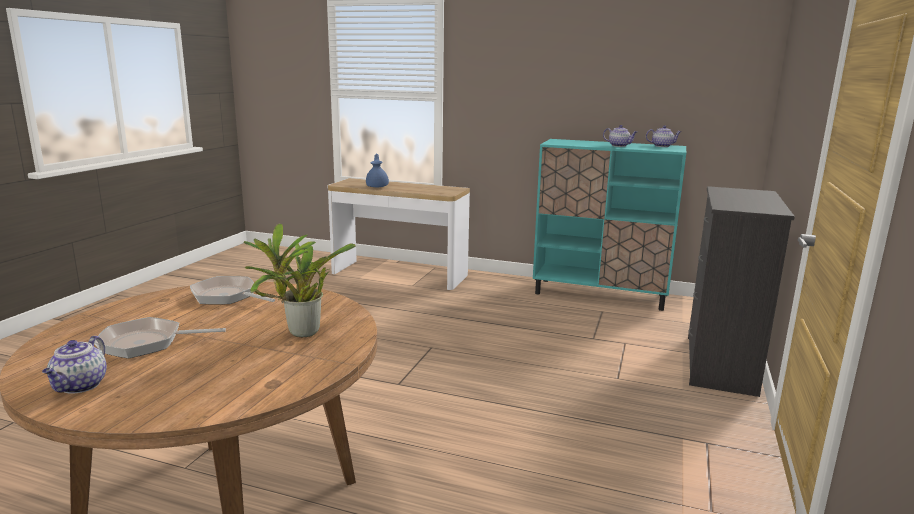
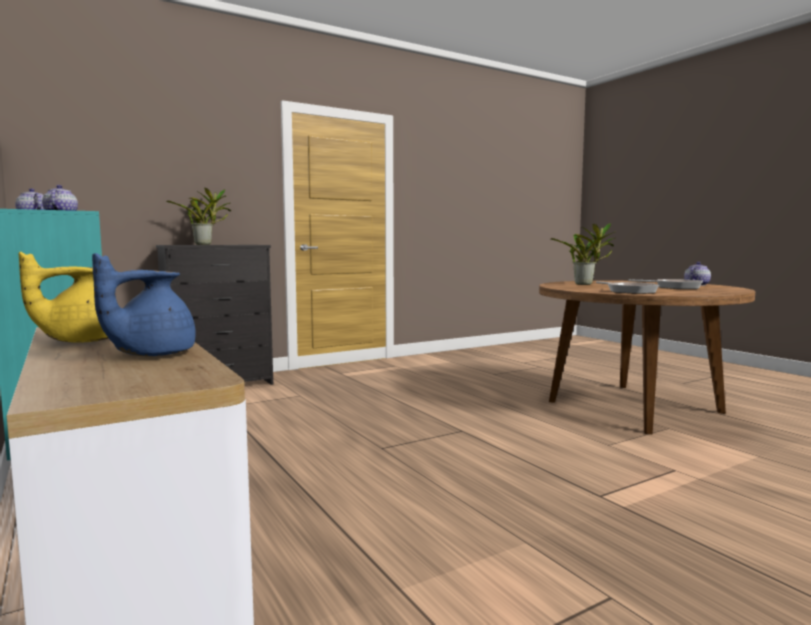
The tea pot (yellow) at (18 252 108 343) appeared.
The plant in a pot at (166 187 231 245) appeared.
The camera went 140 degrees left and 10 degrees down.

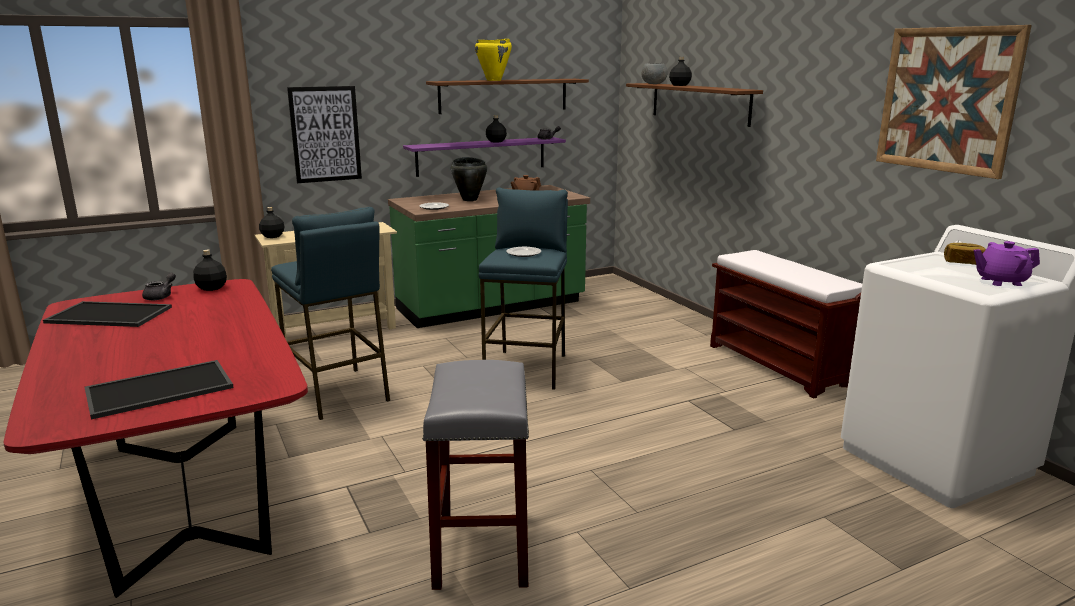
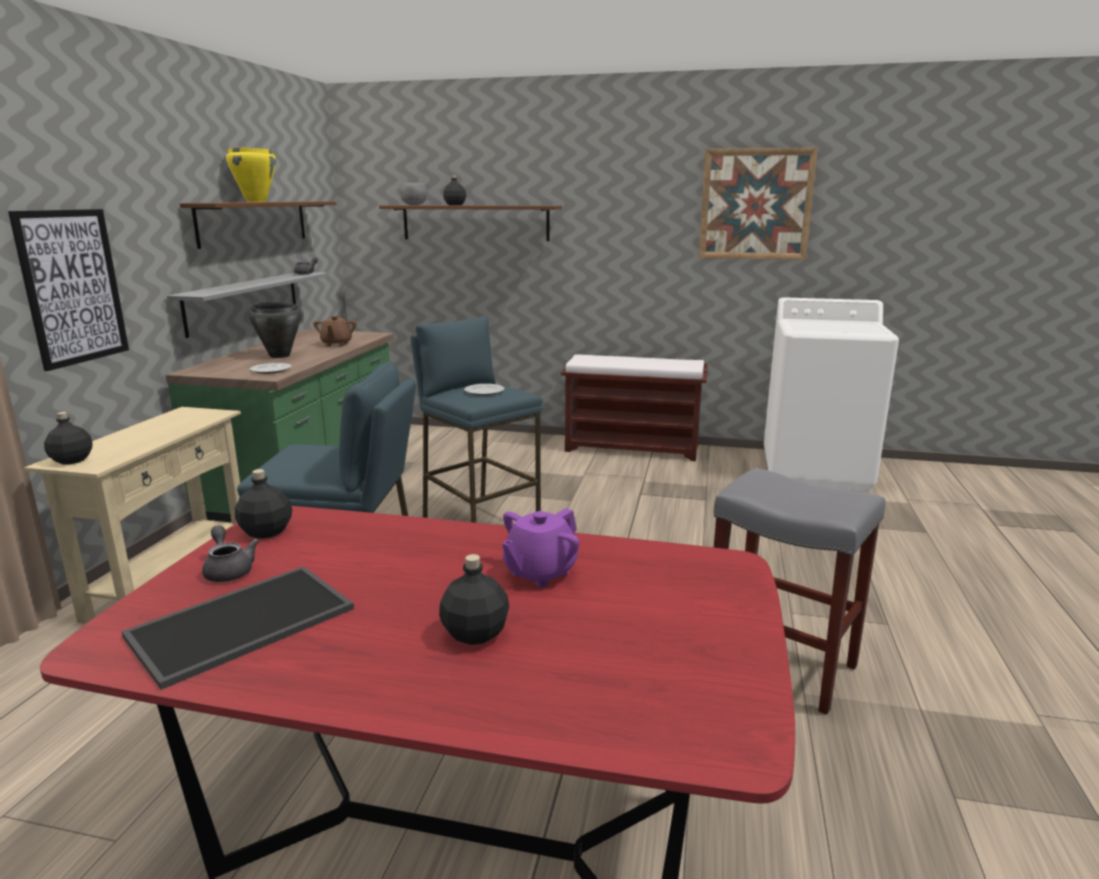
The serving tray at (84 360 234 420) disappeared.
The baked bread at (944 243 986 265) disappeared.
The beverage bottle (blackish) moved from (486 115 507 142) to (439 554 509 645).
The tea pot (purple) moved from (974 241 1040 286) to (502 508 580 587).
The shelf (purple) at (403 137 566 177) became the shelf (greyish) at (167 272 328 338).
The camera went 50 degrees left and 0 degrees up.

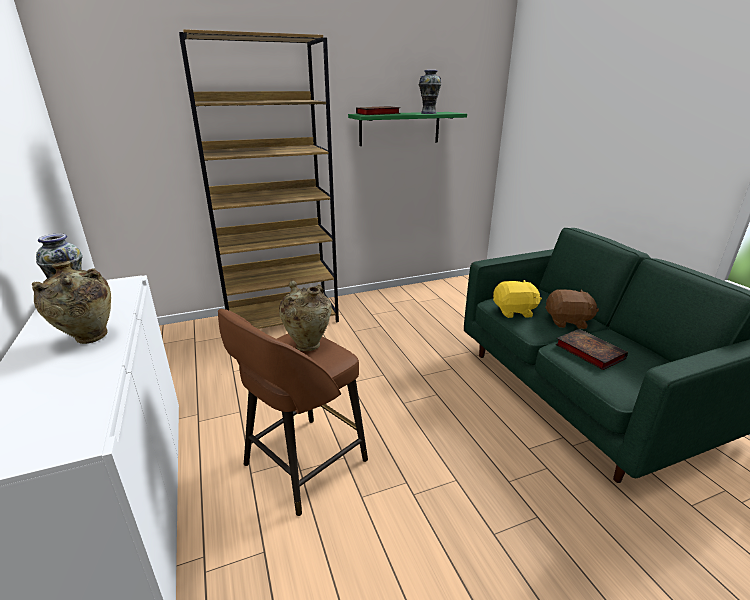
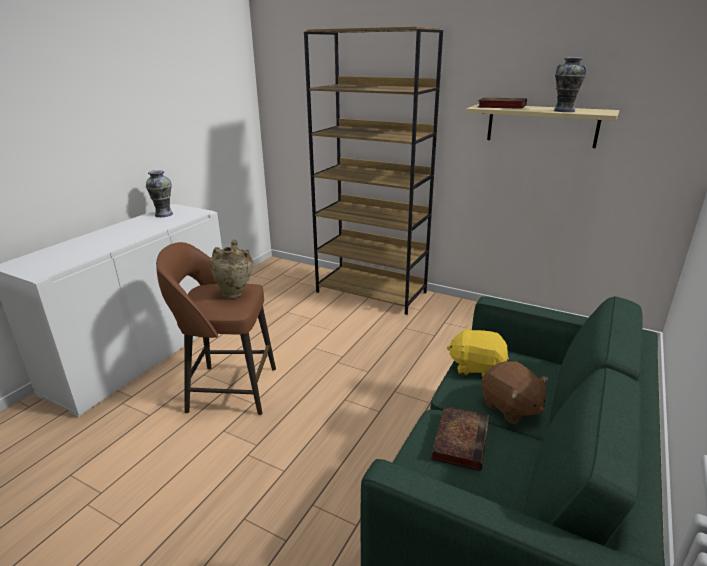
The vase (sand-coloured) at (32 261 111 344) disappeared.
The shelf (green-coloured) at (348 112 467 146) became the shelf (sand-coloured) at (466 104 619 148).
The soft toy (yellow) at (493 280 542 318) turned 150 degrees clockwise.
The camera went 50 degrees right and 0 degrees up.

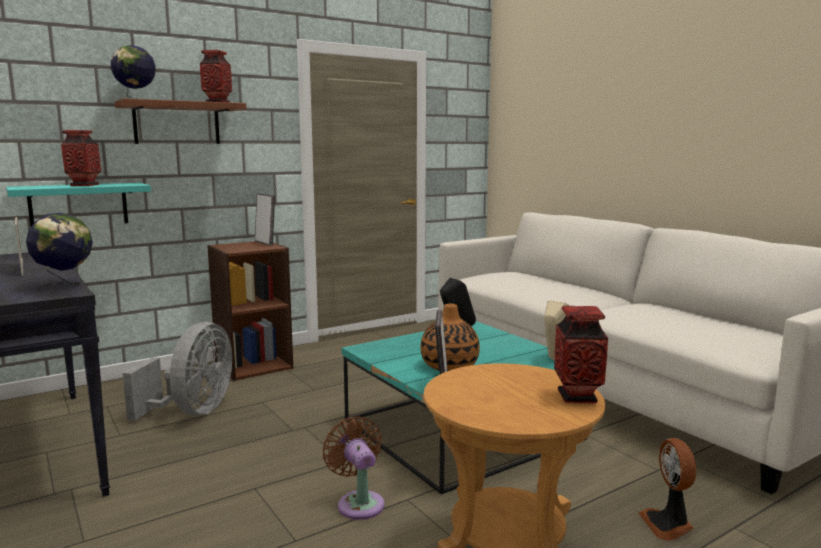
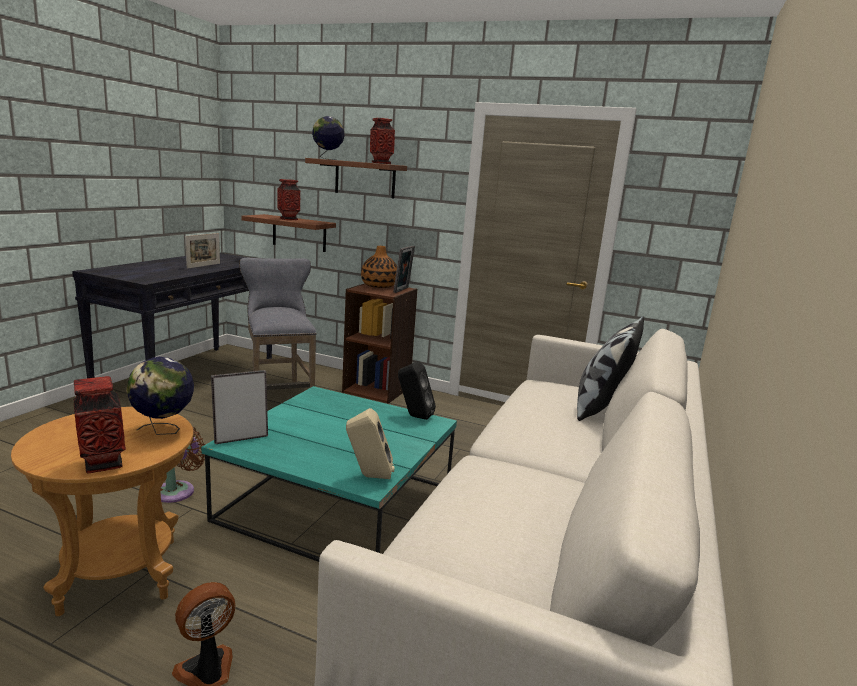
The throw pillow at (577 316 644 421) appeared.
The desk globe moved from (26 213 93 291) to (126 357 194 435).
The vase moved from (421 304 480 371) to (361 246 397 288).
The cooling fan (greyish) at (123 322 232 421) was replaced by the sitting stool (greyish) at (239 258 317 390).
The shelf (blue-green) at (6 183 151 227) became the shelf (brown) at (241 214 336 252).
The camera went 55 degrees right and 5 degrees up.

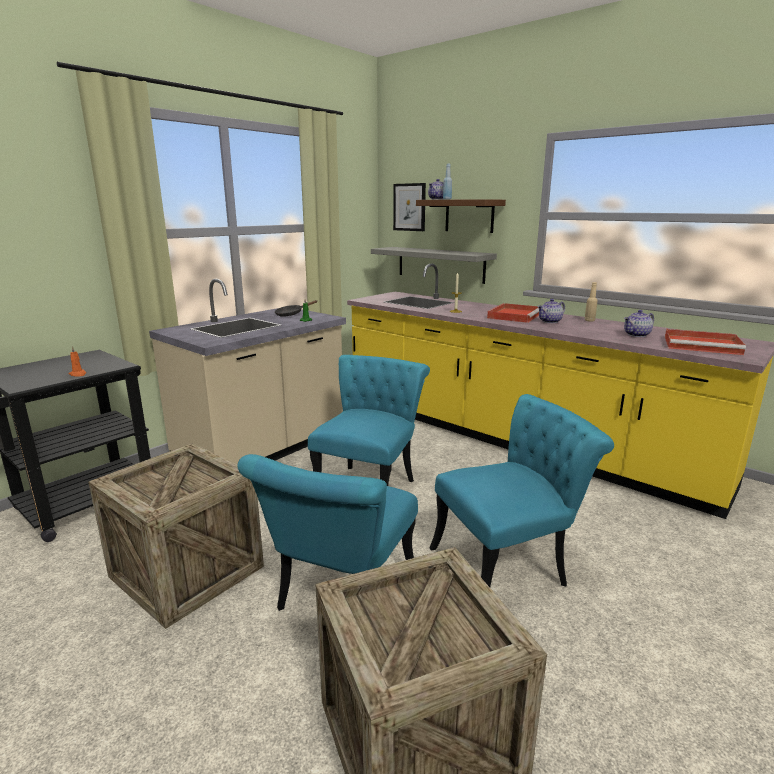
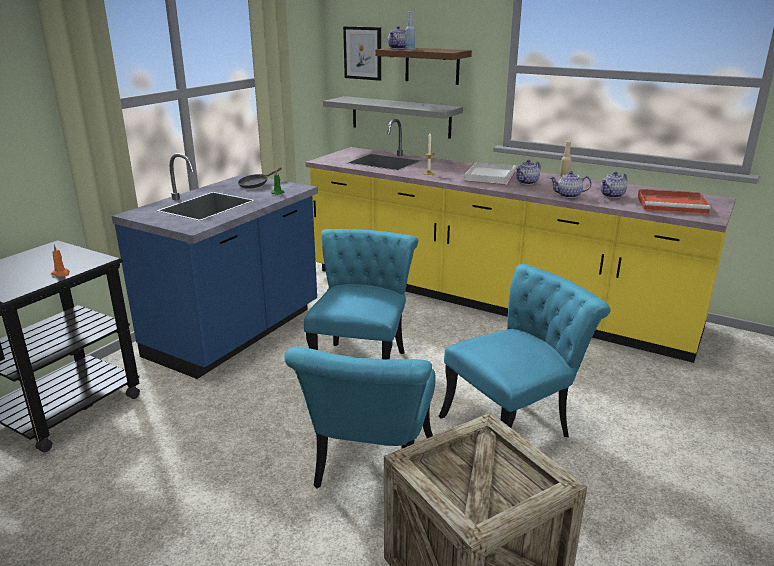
The crate at (88 443 264 629) disappeared.
The tea pot at (550 171 591 198) appeared.
The counter (sand-coloured) at (149 279 346 465) became the counter (blue-coloured) at (112 153 318 379).
The serving tray (red) at (487 303 539 323) became the serving tray (whitish) at (464 162 517 185).
The camera went 10 degrees left and 5 degrees up.

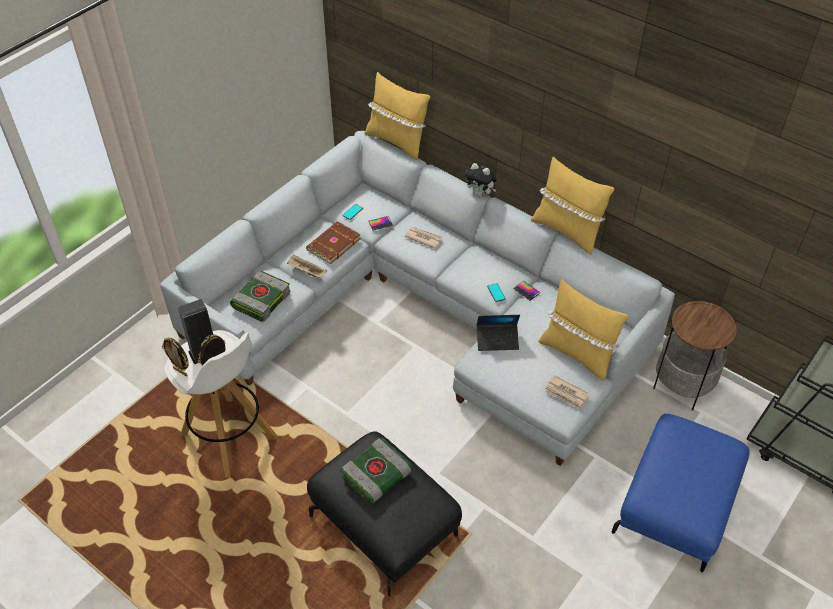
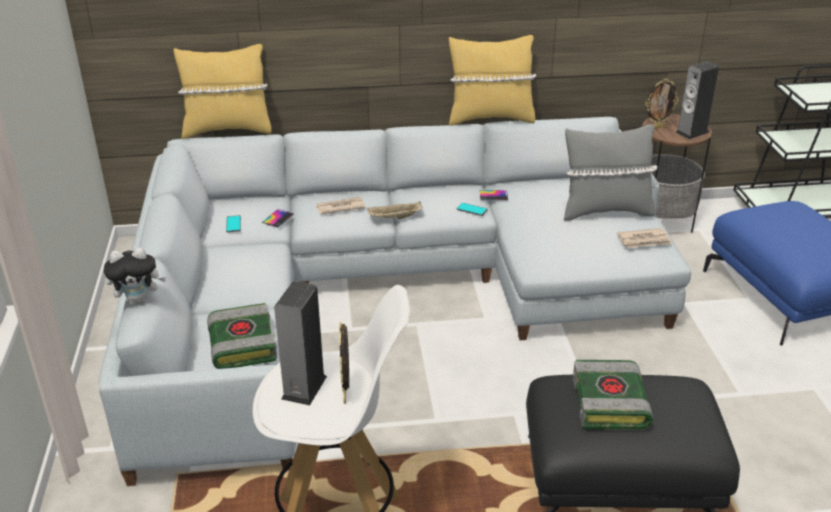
The bound book (brown) at (306 221 361 264) disappeared.
The laptop at (477 315 520 351) disappeared.
The audio speaker at (675 61 719 139) appeared.
The standing frame moved from (162 338 189 377) to (645 78 679 128).
The serving tray (sand-coloured) moved from (287 254 327 277) to (367 201 423 219).
The soft toy moved from (465 163 497 197) to (104 248 166 305).
The throw pillow (yellow) at (538 279 628 380) became the throw pillow (greyish) at (564 124 657 221).
The camera went 45 degrees left and 15 degrees down.

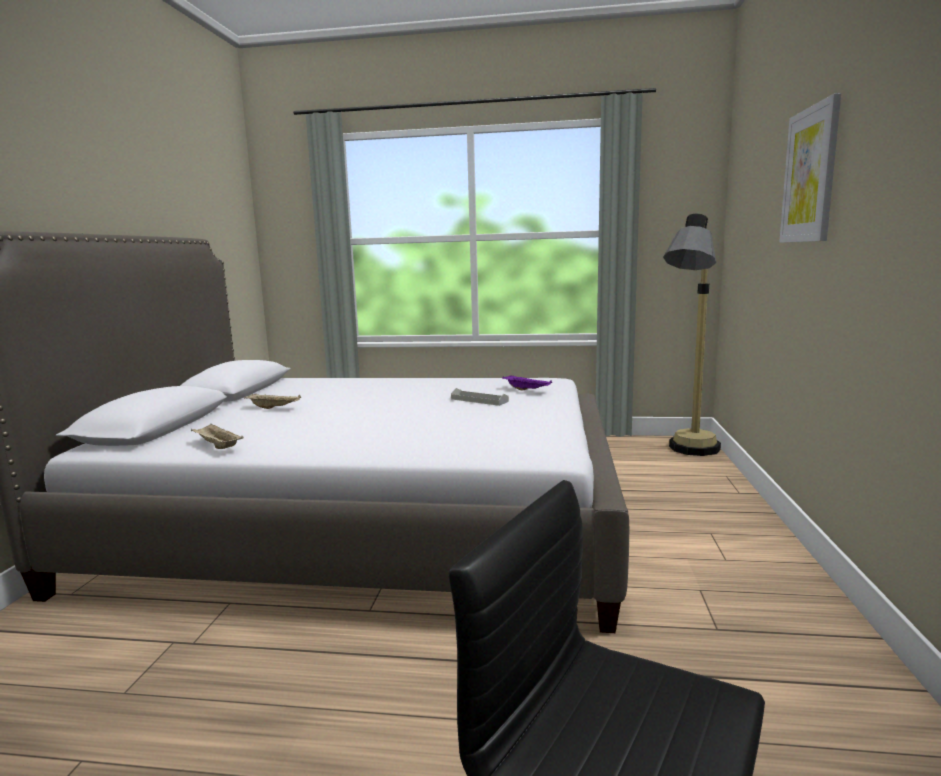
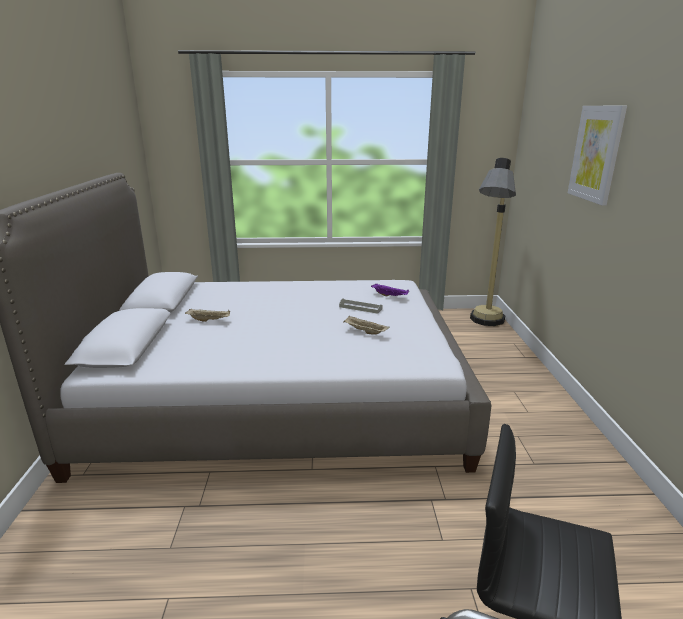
The serving tray (sand-coloured) moved from (191 424 244 449) to (343 315 390 334).
The camera went 10 degrees left and 10 degrees up.

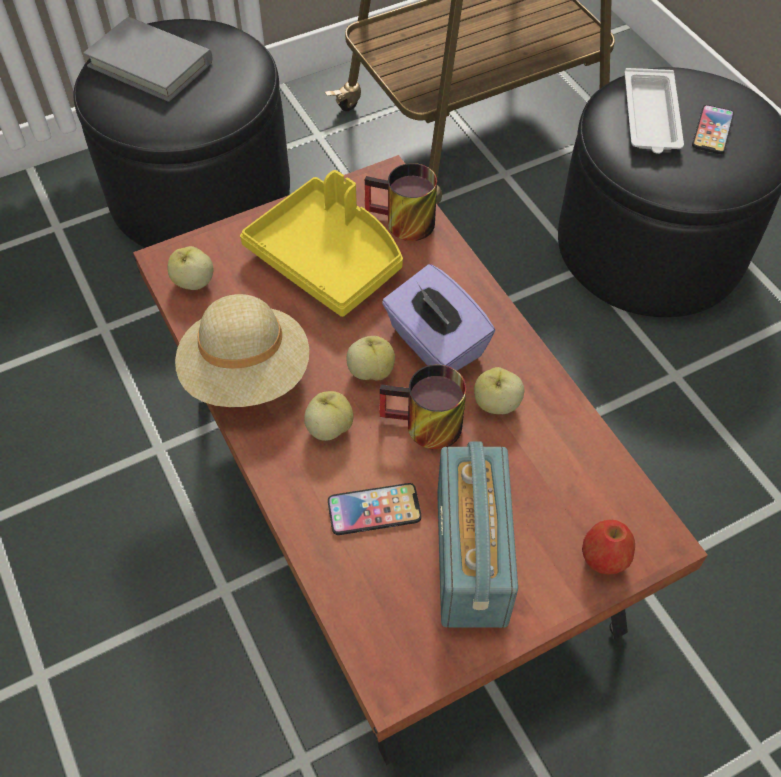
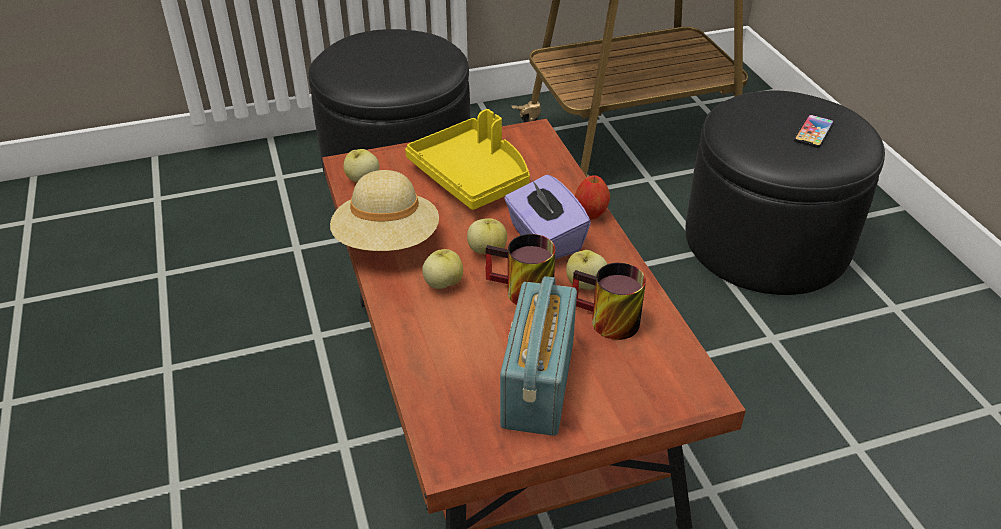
The bound book (greyish) at (83 17 212 102) disappeared.
The handset at (328 483 421 535) disappeared.
The serving tray (whitish) at (625 68 684 154) disappeared.
The tea mug moved from (365 163 437 241) to (573 263 646 340).
The apple fruit moved from (582 520 635 575) to (575 175 610 220).
The camera went 10 degrees right and 15 degrees down.

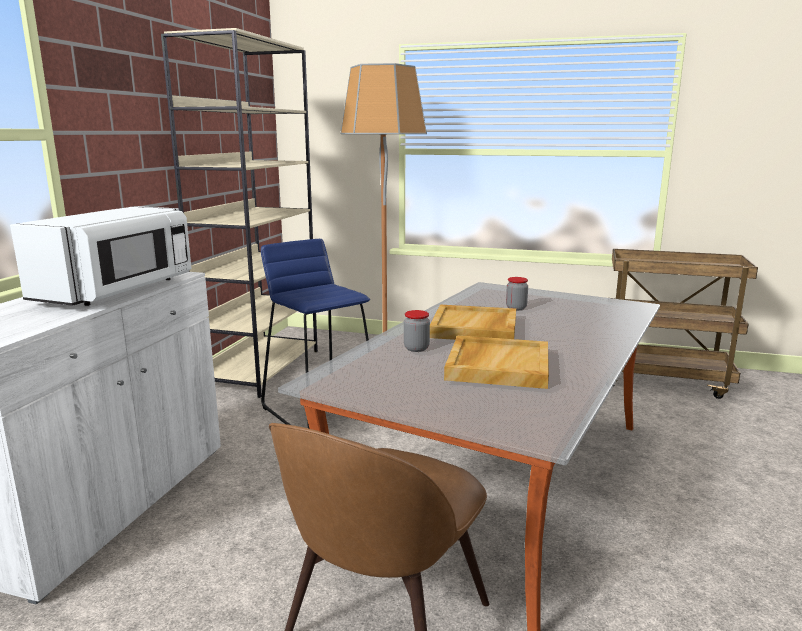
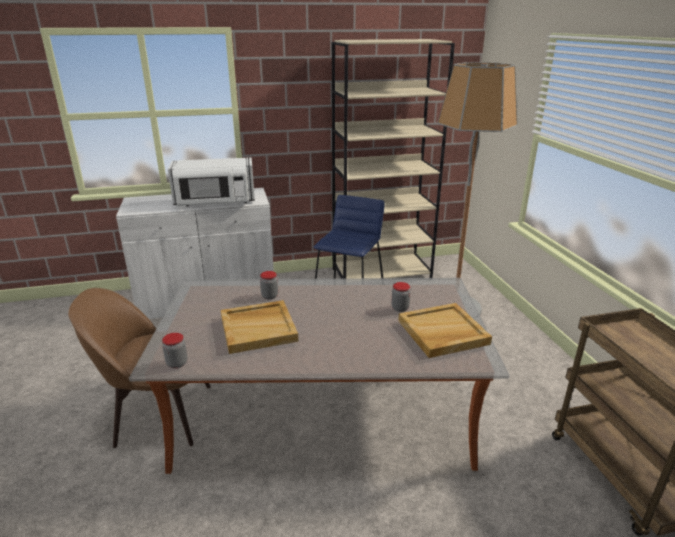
The storage jar at (162 333 187 368) appeared.
The serving tray (sand-coloured) moved from (430 305 516 340) to (398 303 492 358).
The camera went 60 degrees right and 10 degrees up.

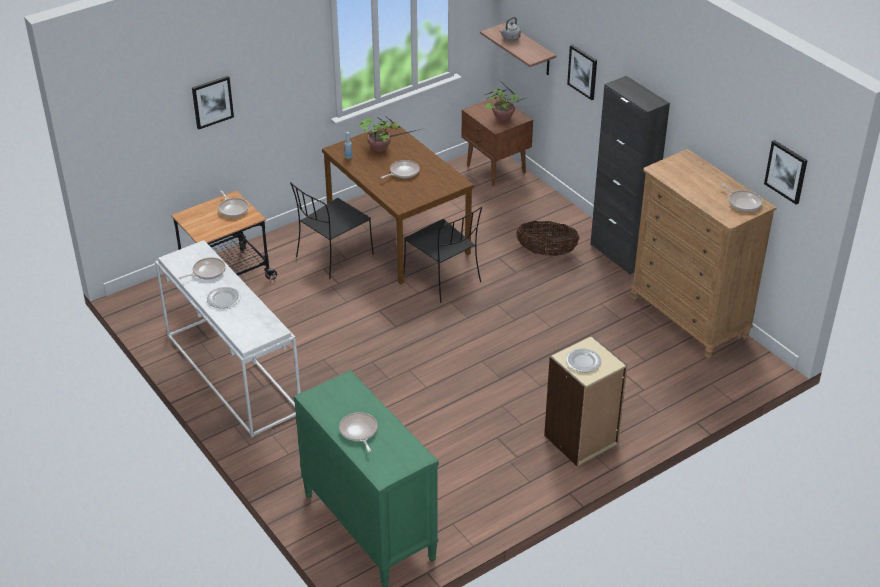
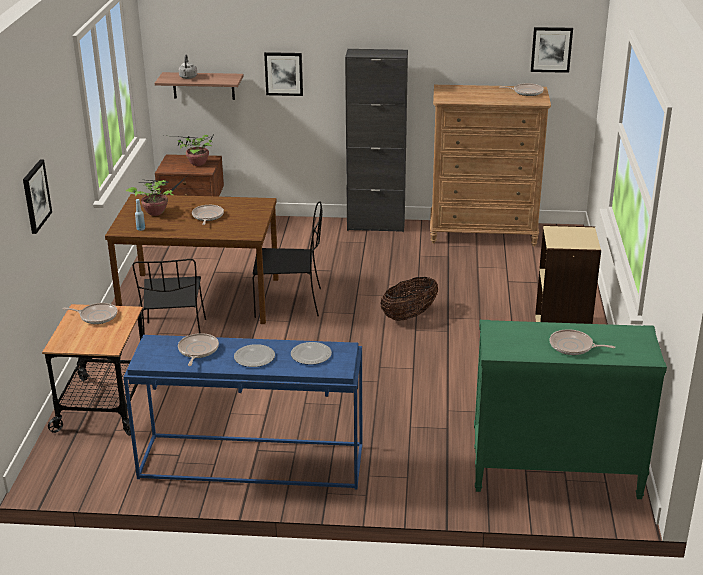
The household basket moved from (517 221 580 256) to (380 277 438 321).
The plate moved from (566 349 601 372) to (291 342 332 365).
The hall table (whitish) at (155 240 301 437) became the hall table (blue-coloured) at (123 335 362 490).
The camera went 50 degrees left and 10 degrees down.

